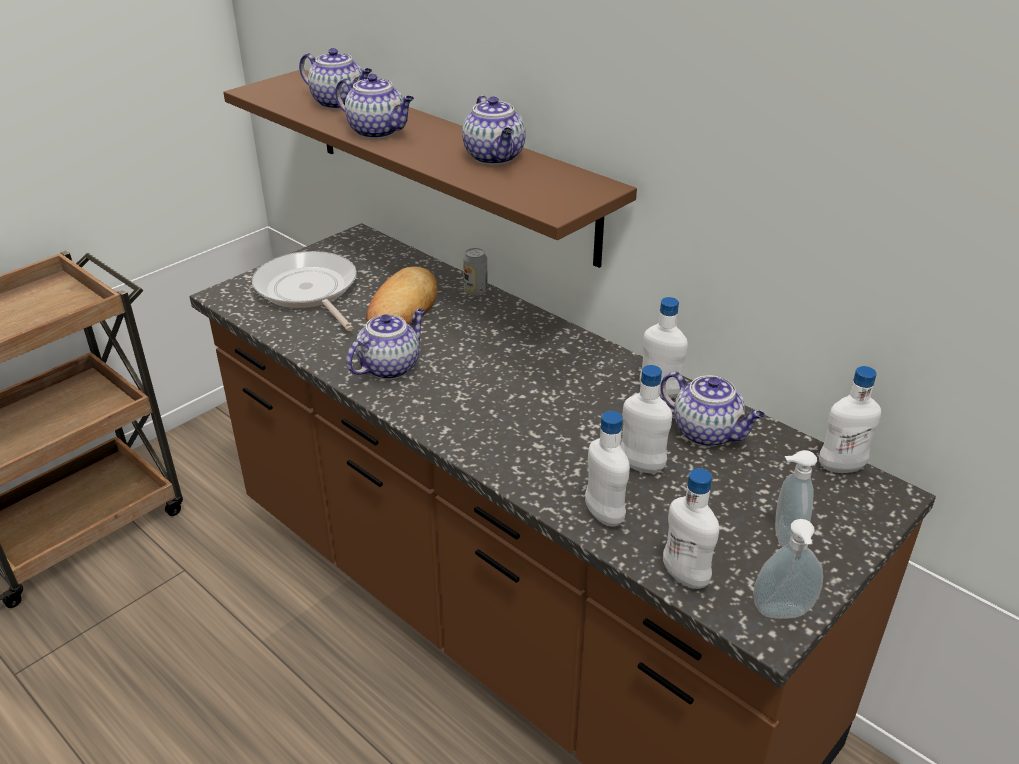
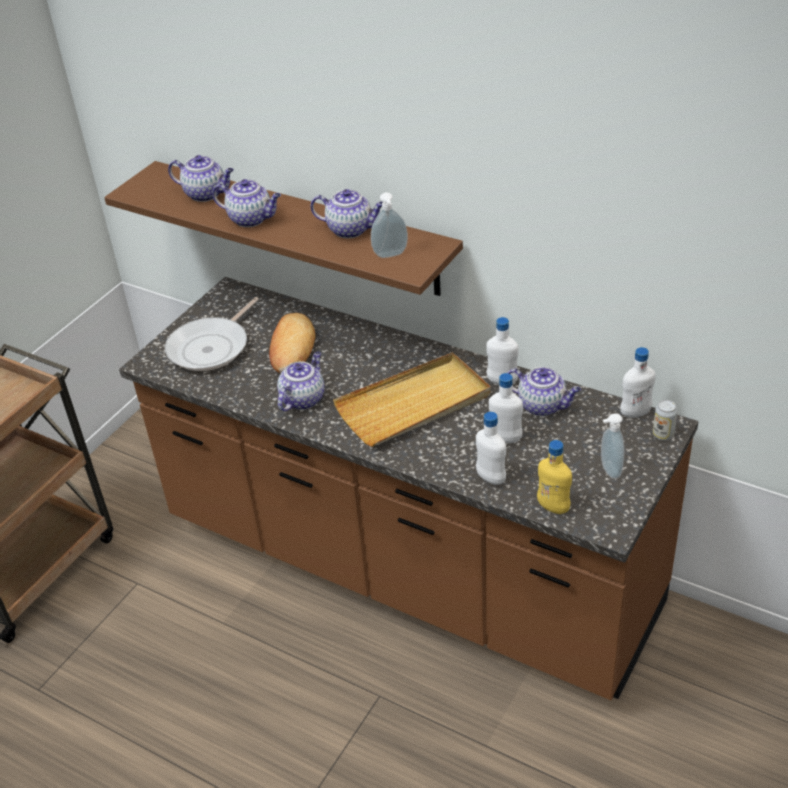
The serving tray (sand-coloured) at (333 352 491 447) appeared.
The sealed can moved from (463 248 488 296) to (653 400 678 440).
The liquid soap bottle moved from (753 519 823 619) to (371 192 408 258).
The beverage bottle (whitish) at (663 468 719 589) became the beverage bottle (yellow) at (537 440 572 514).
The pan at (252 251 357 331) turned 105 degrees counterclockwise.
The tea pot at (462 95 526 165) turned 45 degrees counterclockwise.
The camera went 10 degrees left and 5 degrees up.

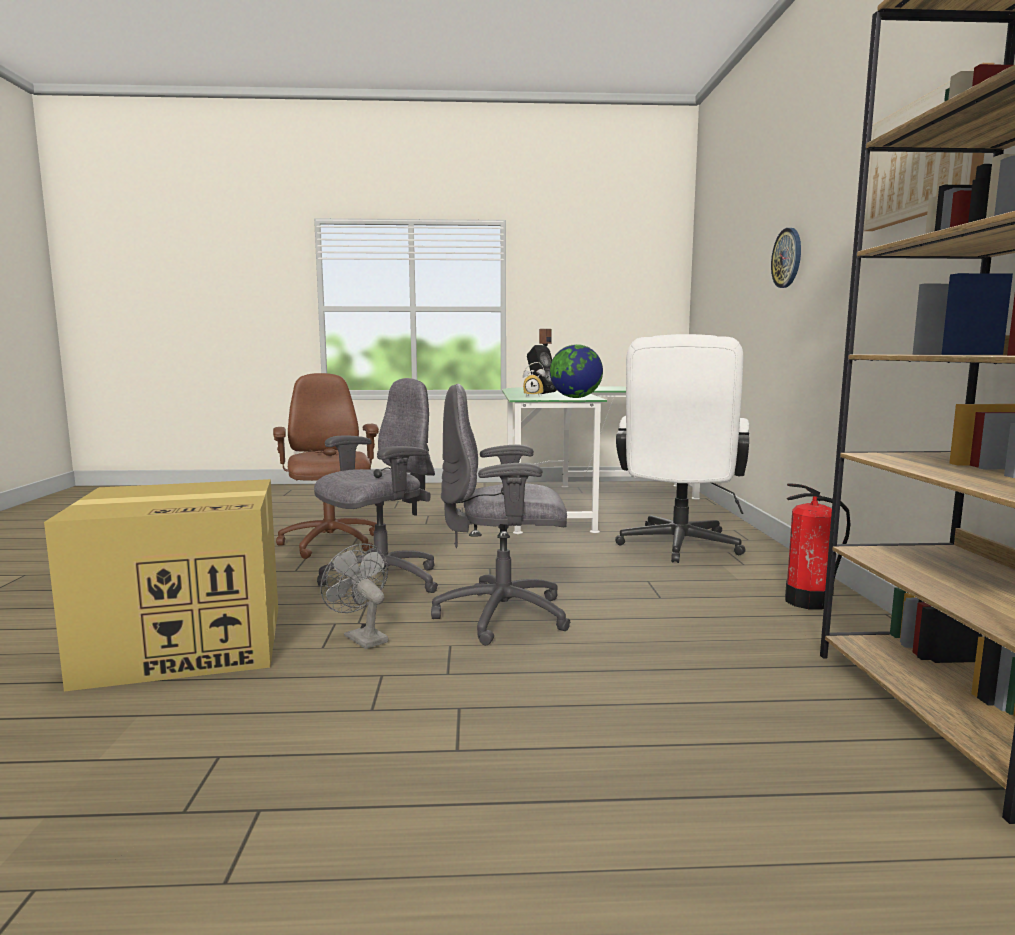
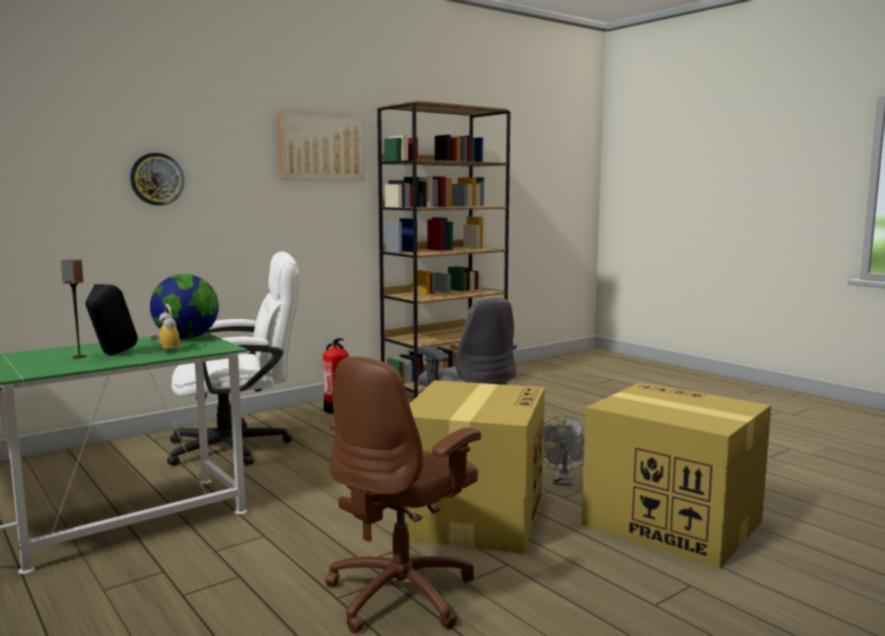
The office chair (greyish) at (314 378 438 605) was replaced by the packing box at (404 380 545 554).
The camera went 125 degrees left and 0 degrees up.

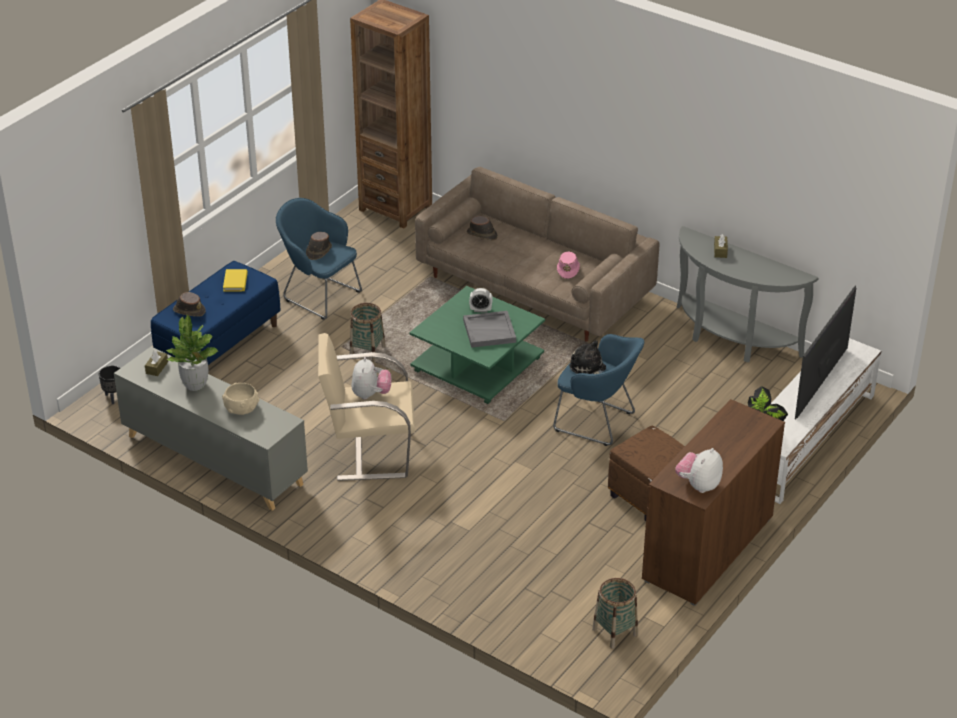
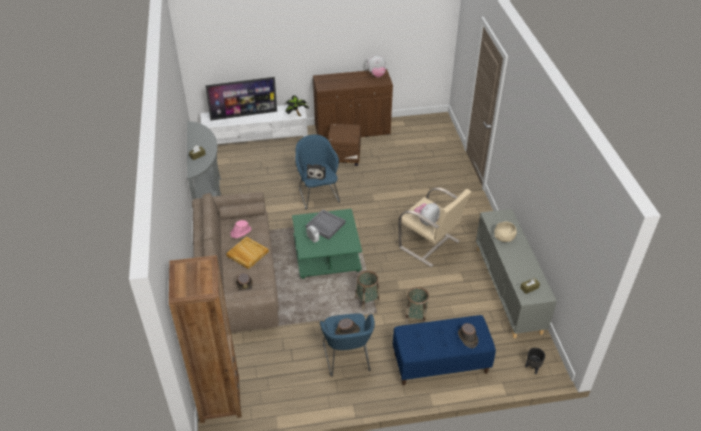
The plant in a pot at (166 315 218 391) disappeared.
The bound book (yellow) at (223 269 248 292) disappeared.
The serving tray (sand-coloured) at (226 236 269 269) appeared.
The household basket moved from (592 578 638 649) to (405 287 429 324).
The camera went 135 degrees left and 5 degrees up.

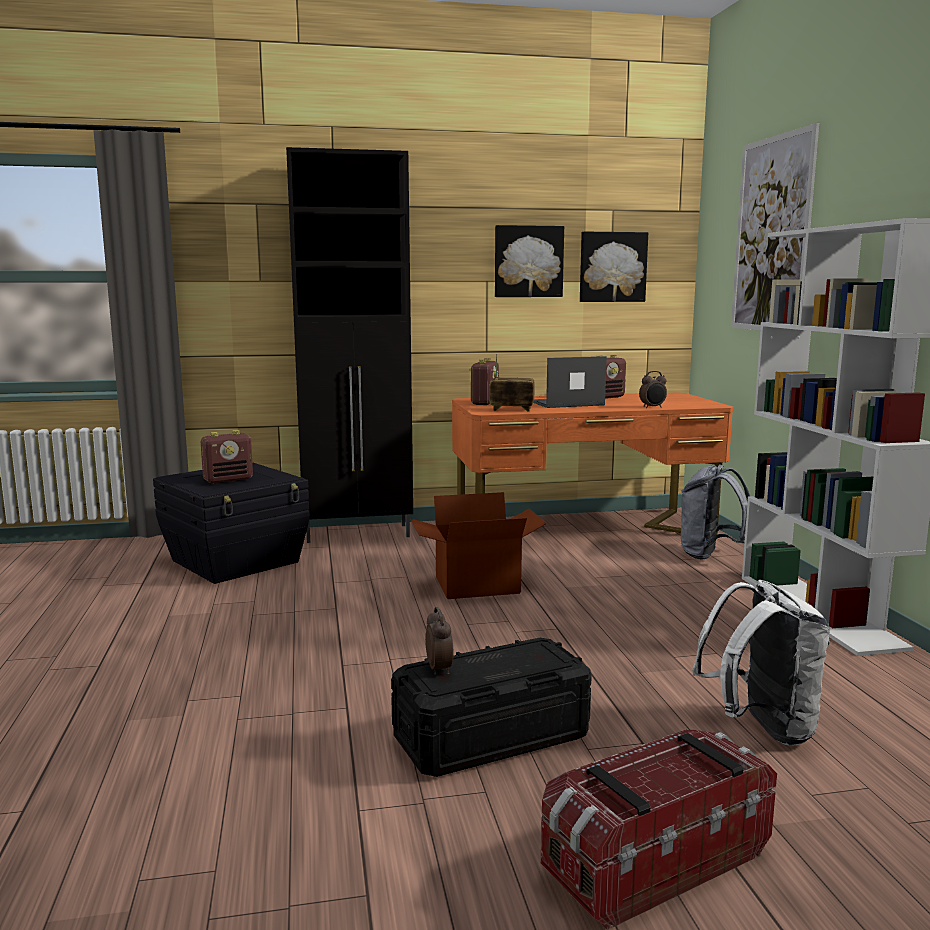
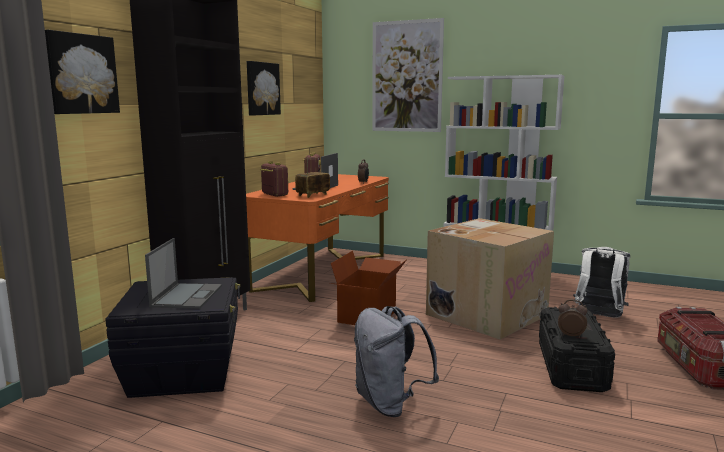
The packing box at (426 218 554 340) appeared.
The wall art moved from (580 232 648 302) to (45 30 120 114).
The rucksack (greyish) moved from (681 464 750 559) to (354 306 439 417).
The radio set at (201 430 253 484) was replaced by the laptop at (145 238 222 309).
The camera went 55 degrees left and 0 degrees up.

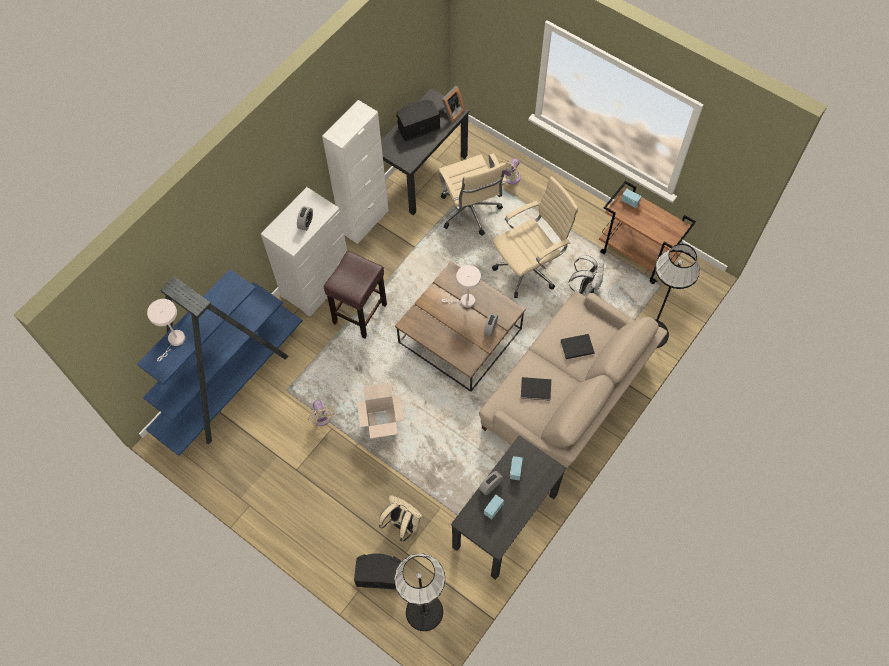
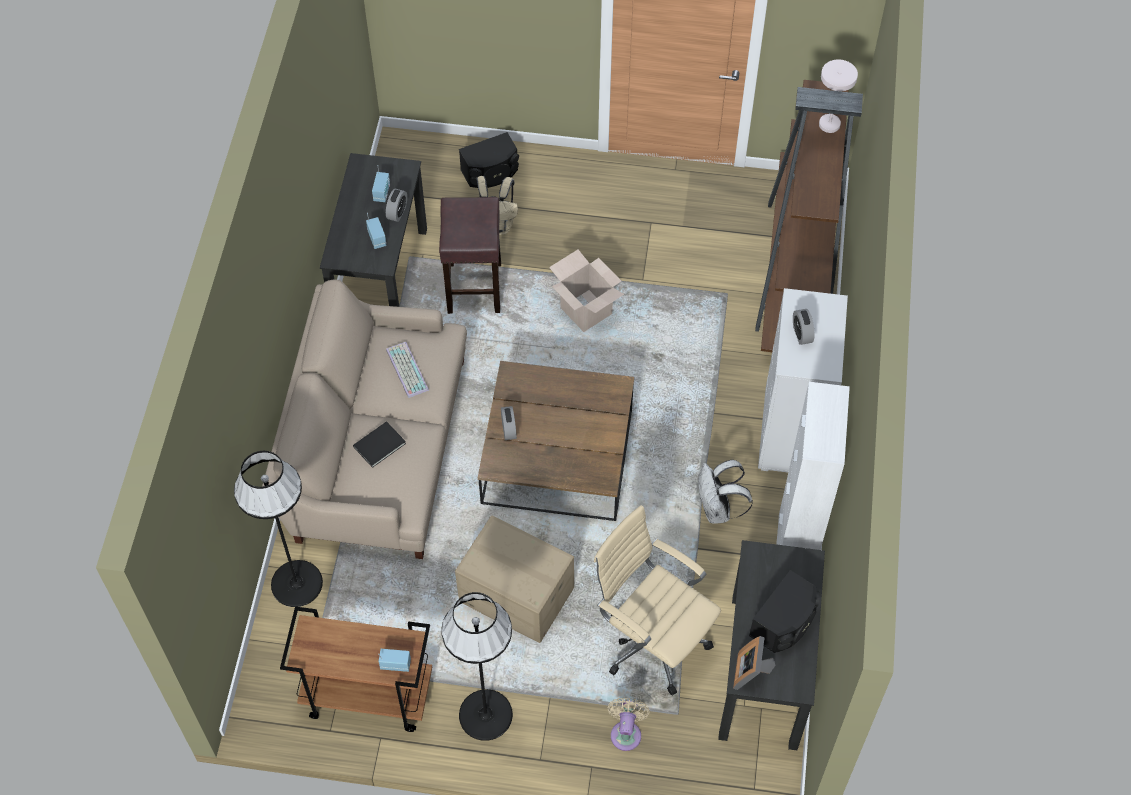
The cooling fan (sand-coloured) at (308 400 334 426) disappeared.
The tabletop lamp (whitish) at (442 265 481 308) disappeared.
The sitting stool (brown) moved from (324 251 387 339) to (439 197 501 314).
The standing lamp (blackish) moved from (394 553 445 631) to (442 592 513 741).
The rucksack (whitish) moved from (569 255 604 297) to (699 460 753 524).
The office chair (sand-coloured) at (492 176 578 298) was replaced by the packing box at (455 515 574 643).
The bound book (blackish) at (521 377 551 401) was replaced by the computer keyboard at (386 342 429 398).
The bookshelf (blue-coloured) at (137 269 303 456) became the bookshelf (brown) at (755 80 863 352).
The camera went 150 degrees right and 5 degrees down.

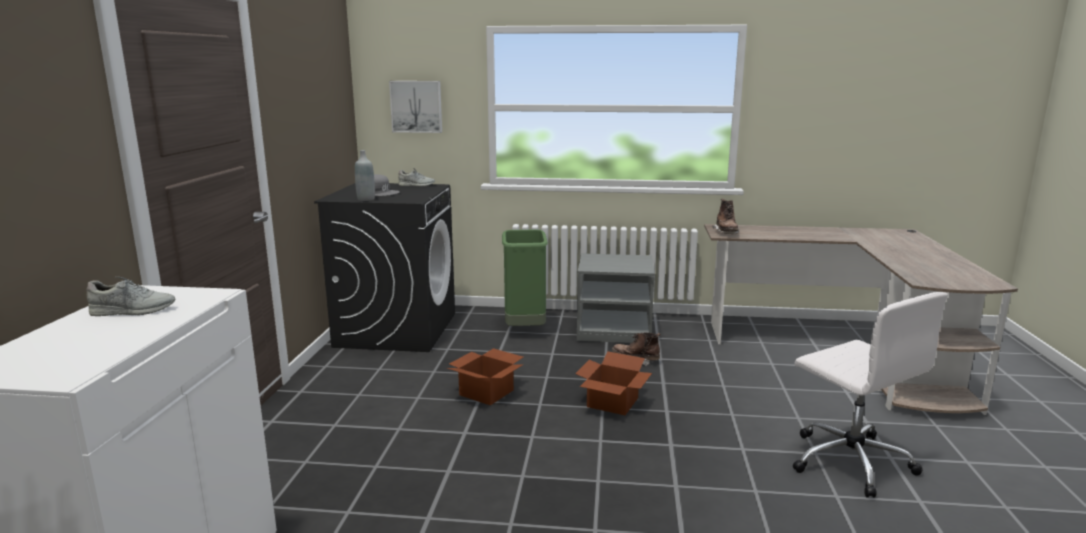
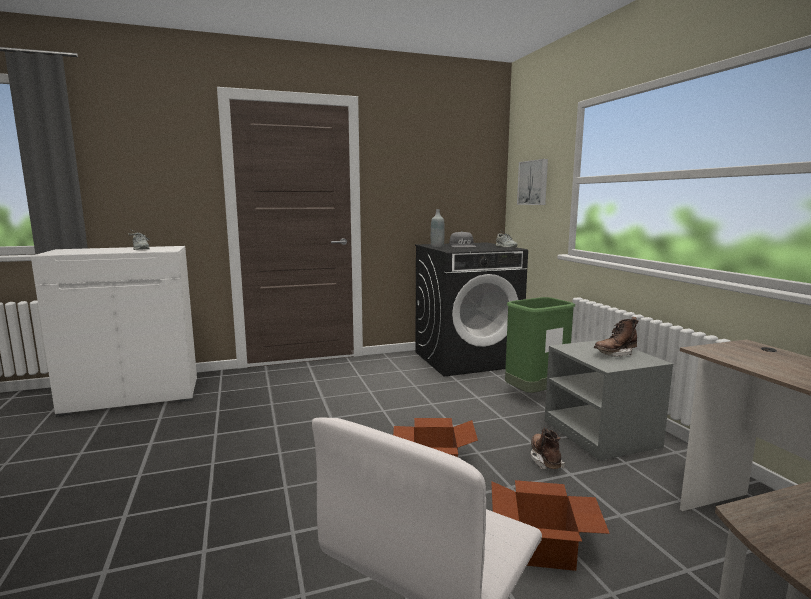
The packing box moved from (447 348 523 405) to (491 480 610 571).
The boot (brown) moved from (713 199 739 234) to (594 317 639 357).
The camera went 65 degrees right and 5 degrees down.

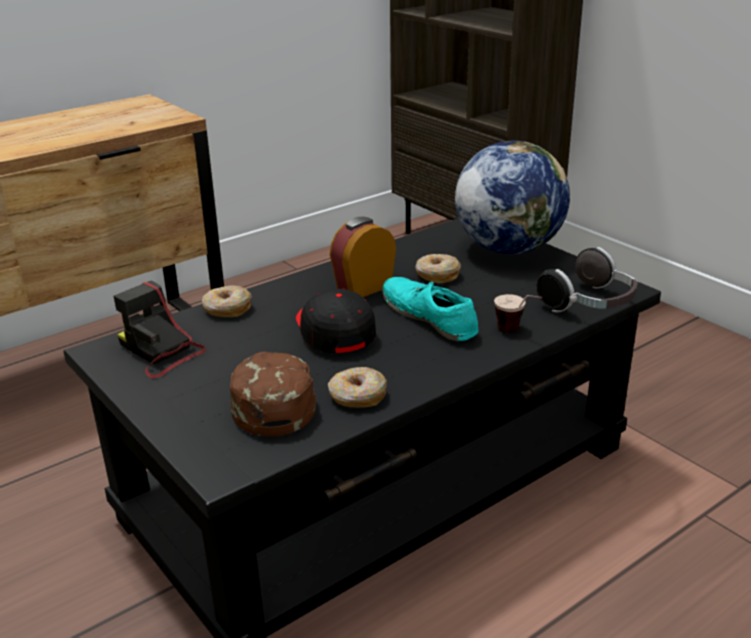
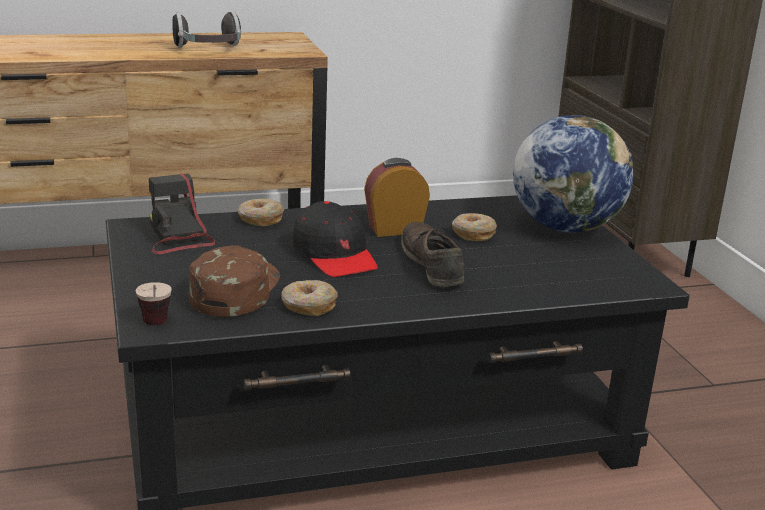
The drinking cup moved from (494 294 542 333) to (136 282 172 325).
The headphones moved from (537 247 638 312) to (172 11 242 48).
The shoe (blue-green) at (382 277 478 341) became the shoe (brown) at (401 222 464 287).
The peaked cap (blackish) at (296 289 376 353) turned 150 degrees clockwise.
The camera went 20 degrees right and 5 degrees down.

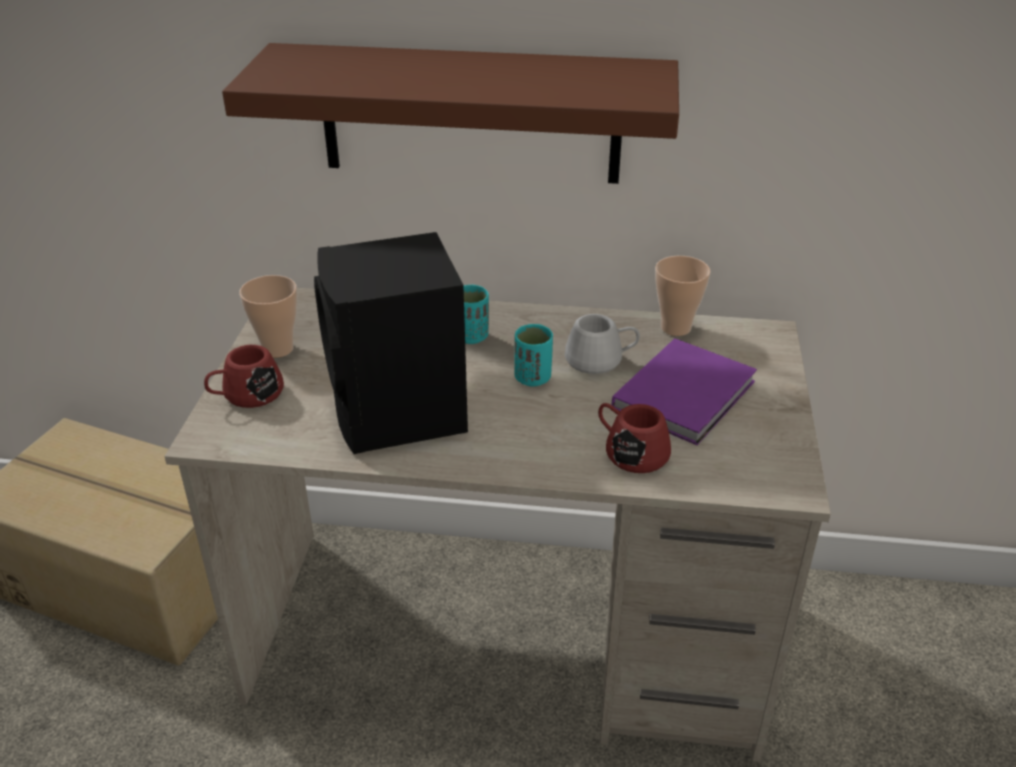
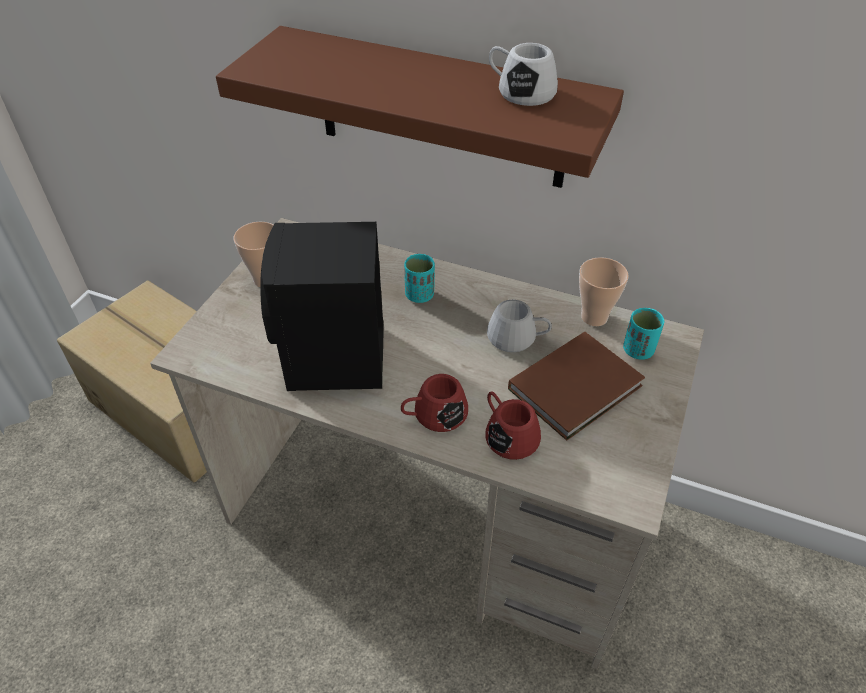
The tea mug (whitish) at (489 43 558 106) appeared.
The tea mug (red) moved from (204 345 284 408) to (401 374 468 432).
The drinking cup (blue-green) moved from (514 324 553 387) to (623 308 664 360).
The bound book (purple) at (612 338 757 445) became the bound book (brown) at (508 332 645 441).
The camera went 15 degrees right and 10 degrees up.

